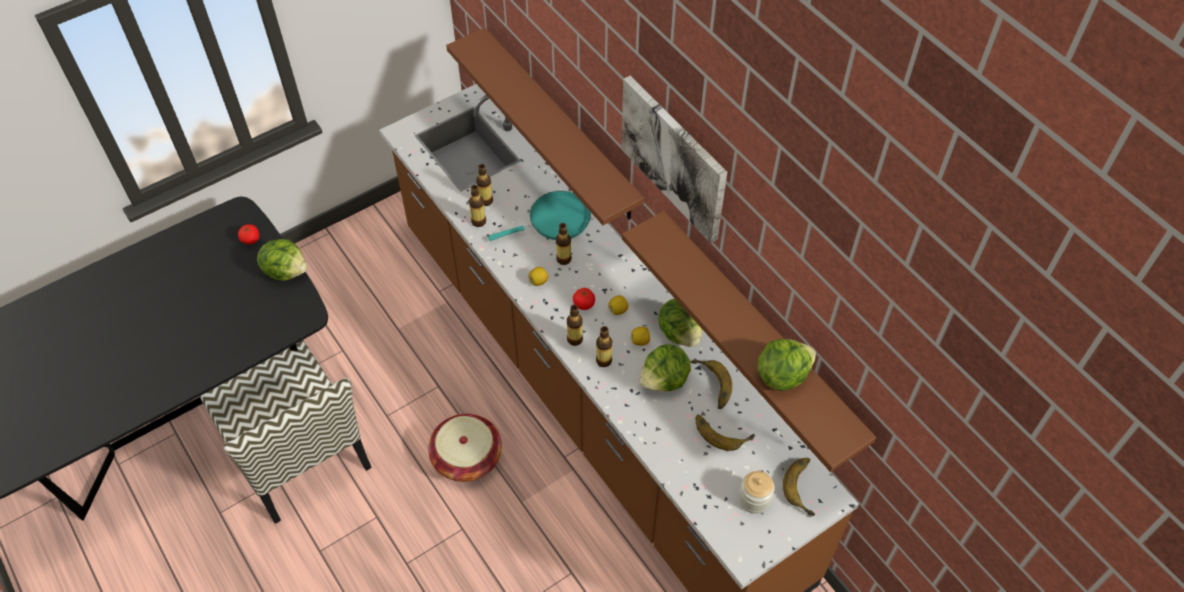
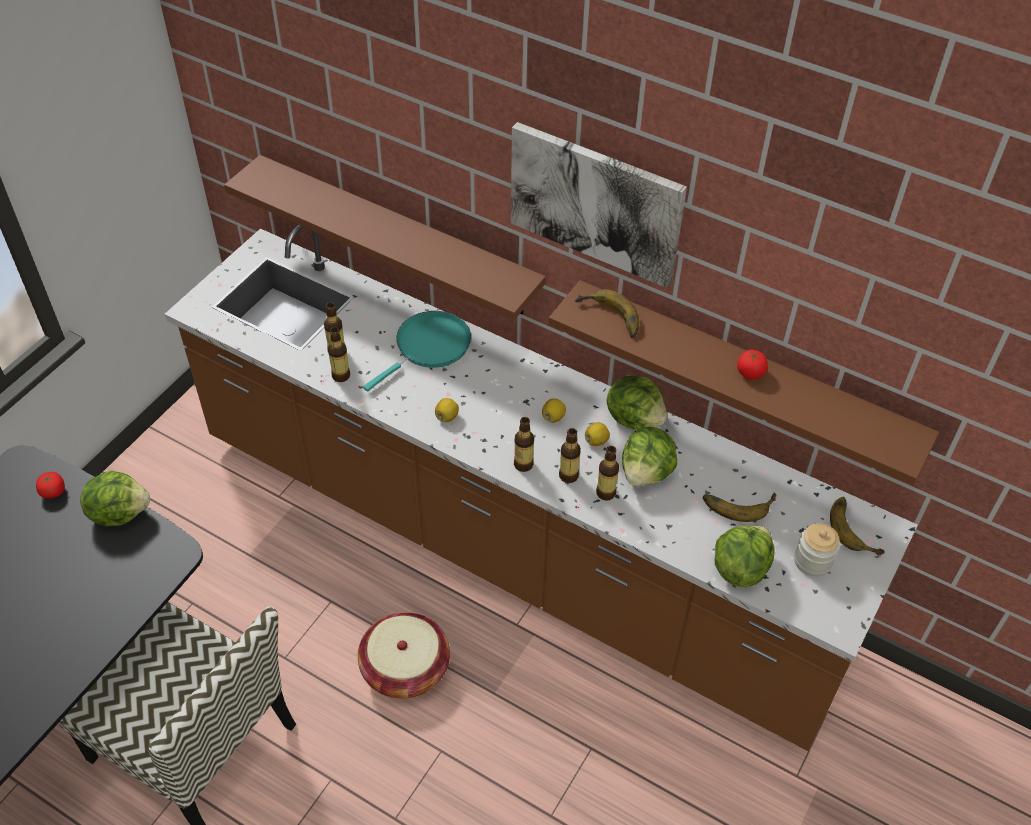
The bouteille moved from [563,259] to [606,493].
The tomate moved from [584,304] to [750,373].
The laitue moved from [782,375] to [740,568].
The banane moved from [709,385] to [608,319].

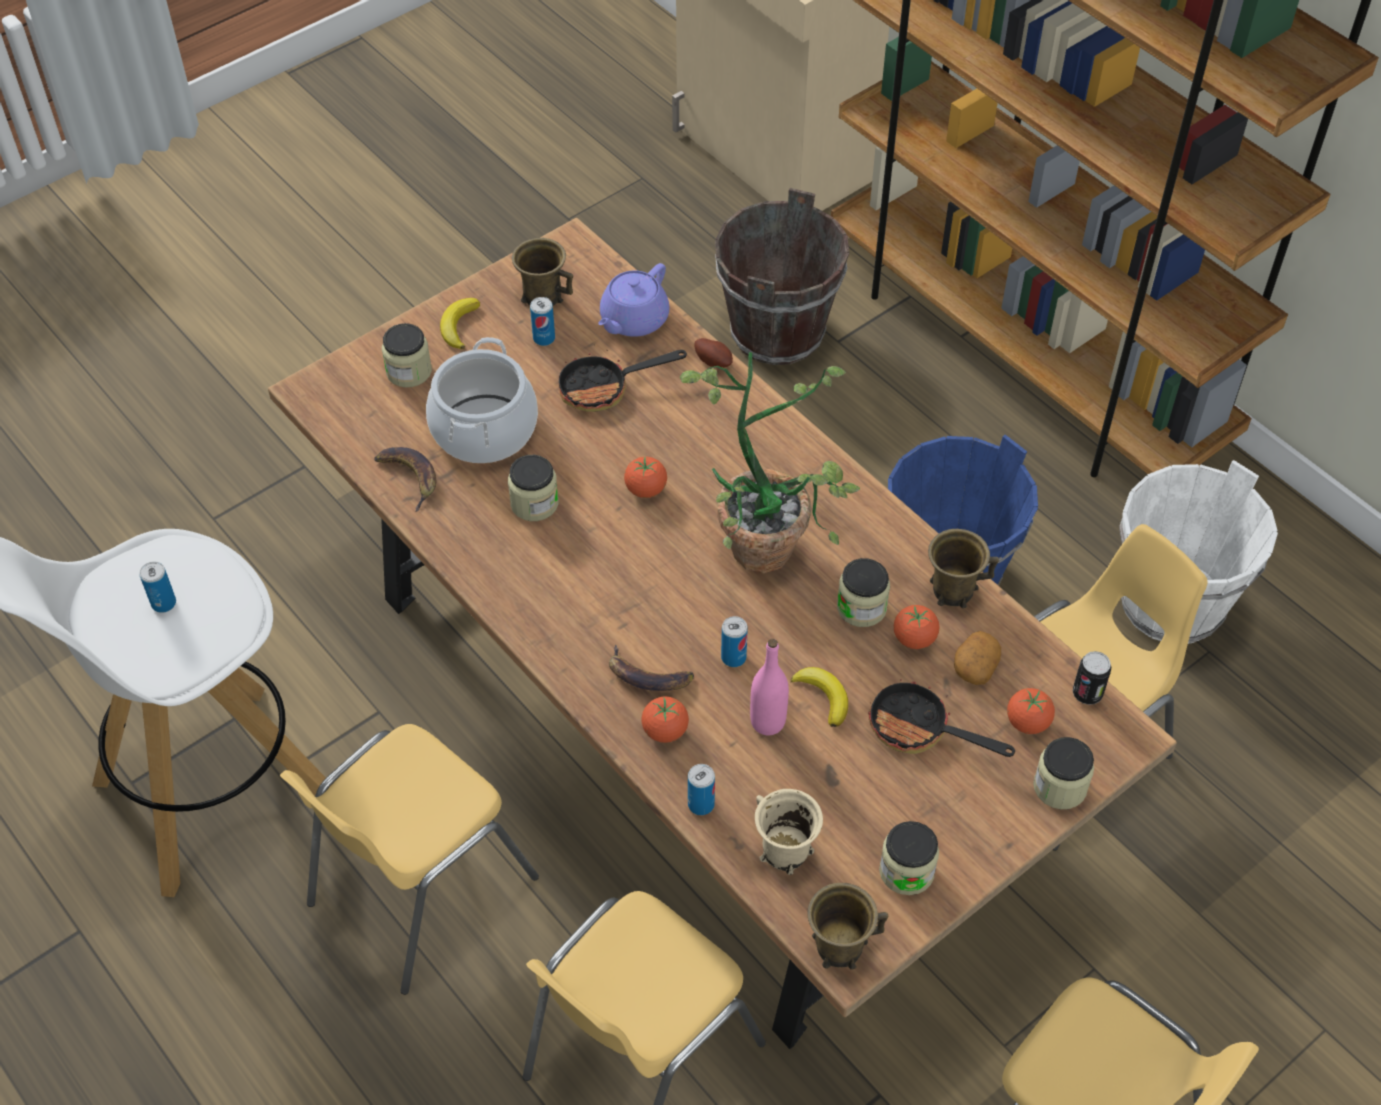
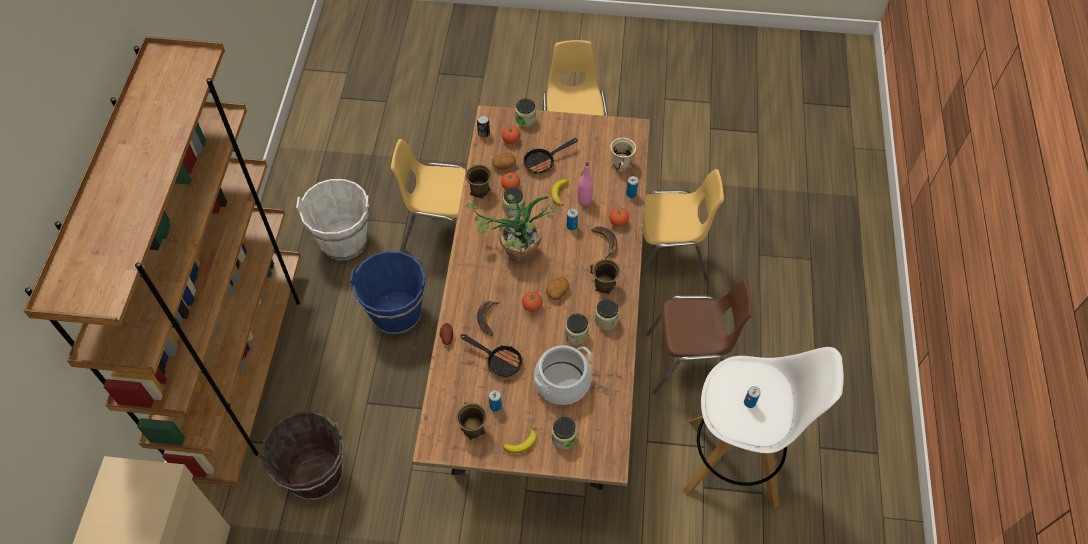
The théière/violet at [633,320] disappeared.
The banane moved from [410,477] to [488,318].
The poêle at [919,730] turned 75 degrees clockwise.
The chaise/jaune at [418,890] became the chaise/marron at [690,362].
The bocal moved from [906,871] to [606,320].
The mug/marron moved from [839,945] to [604,285].
The pomme de terre at [557,291] appeared.

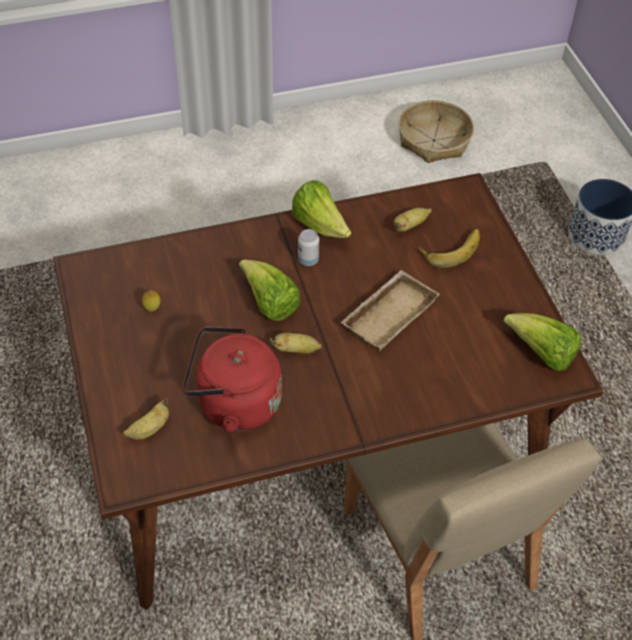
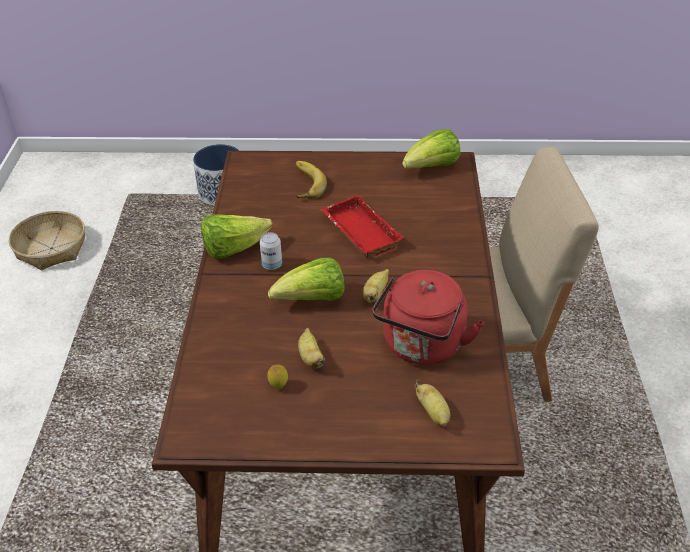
The banane moved from [410,226] to [311,358].
The plateau/beige at [388,314] became the plateau/rouge at [358,232].

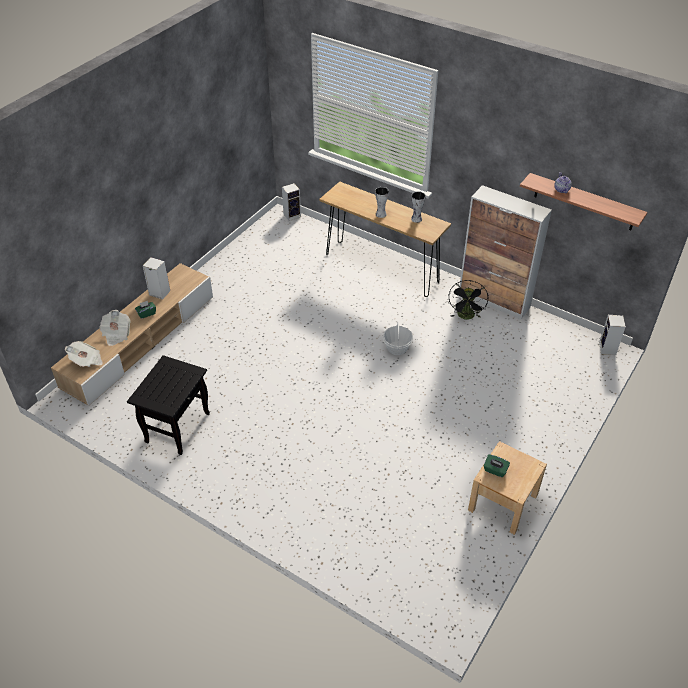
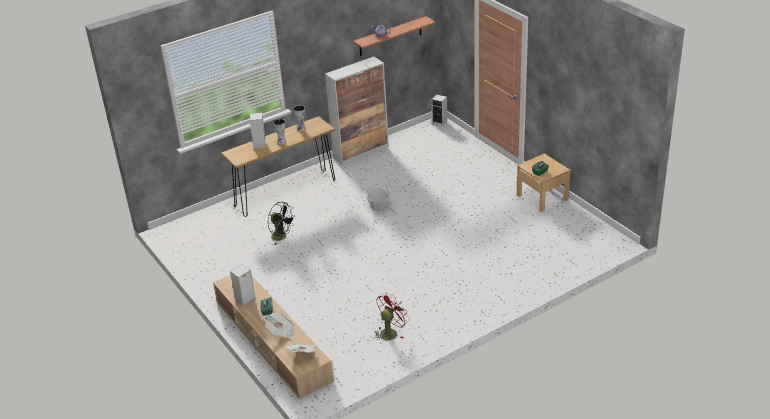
The enceinte moved from [292,215] to [259,144].
The ventilateur/noir moved from [466,317] to [282,237].
The table d'appoint/noir at [177,427] was replaced by the ventilateur/rouge at [390,332].

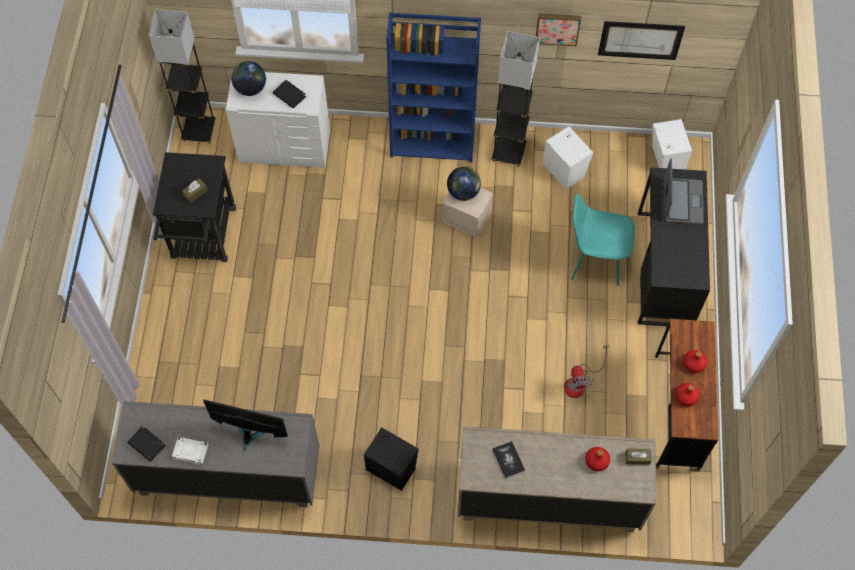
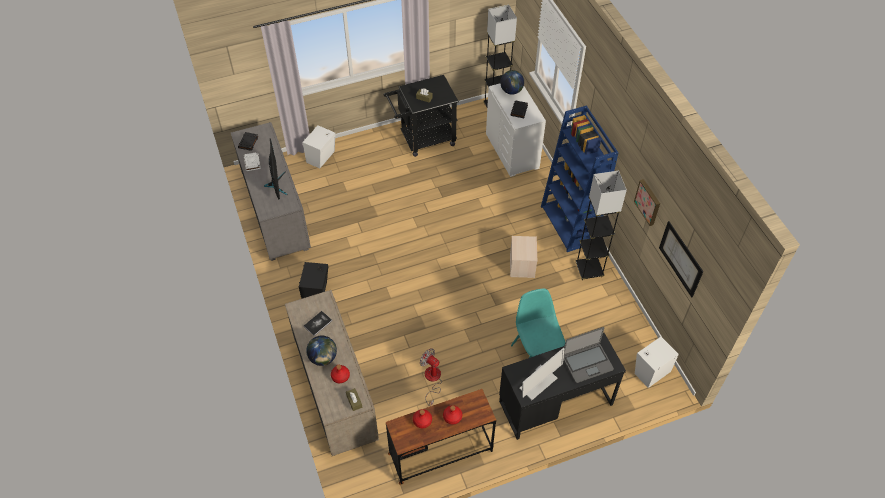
The enceinte/blanc moved from [564,168] to [322,157].
The globe moved from [463,192] to [323,358].
The ventilateur at [579,382] turned 75 degrees clockwise.
The écran d'ordinateur at [538,383] appeared.

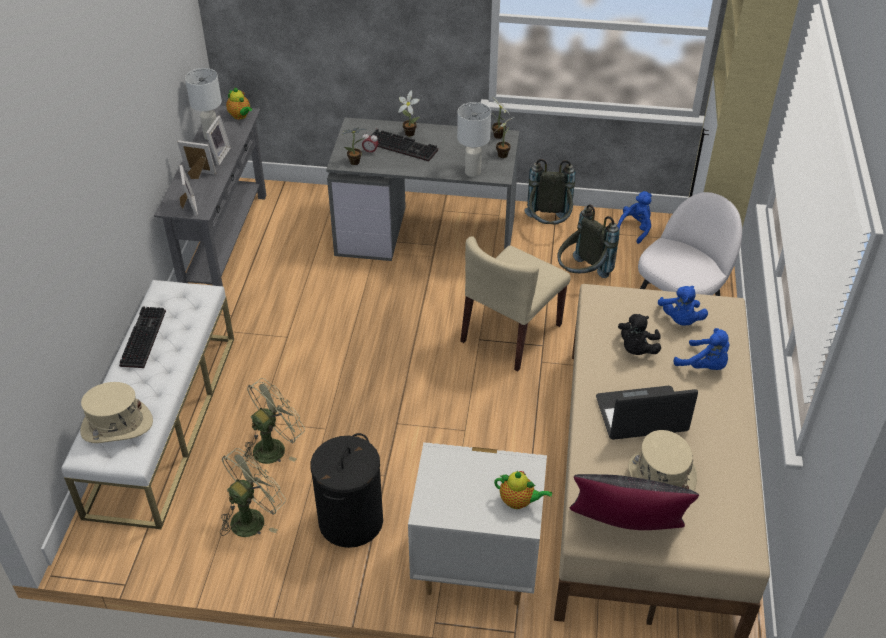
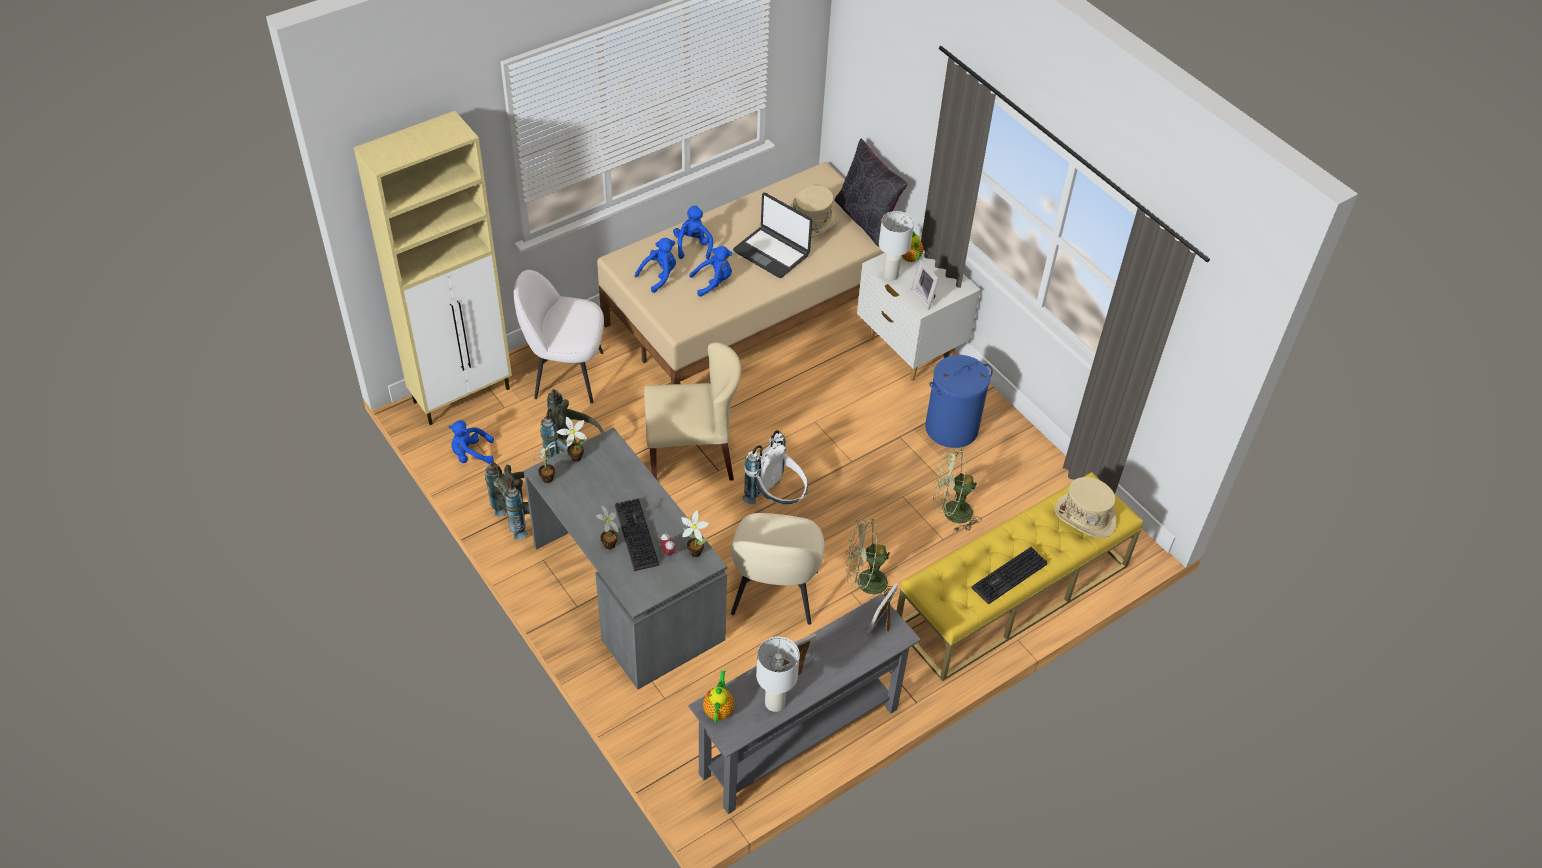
The lampe de table/blanc moved from [473,171] to [890,275].
The cadre photo moved from [199,175] to [925,297].
The banc/blanc at [163,422] became the banc/jaune at [1012,596].
The peluche/noir at [636,349] became the peluche/bleu at [713,282].
The panier à linge/noir at [351,521] became the panier à linge/bleu at [952,428].
The ventilateur/vert moved from [252,517] to [864,583].
The sac à dos/blanc at [777,499] appeared.
The chaise/beige at [774,595] appeared.

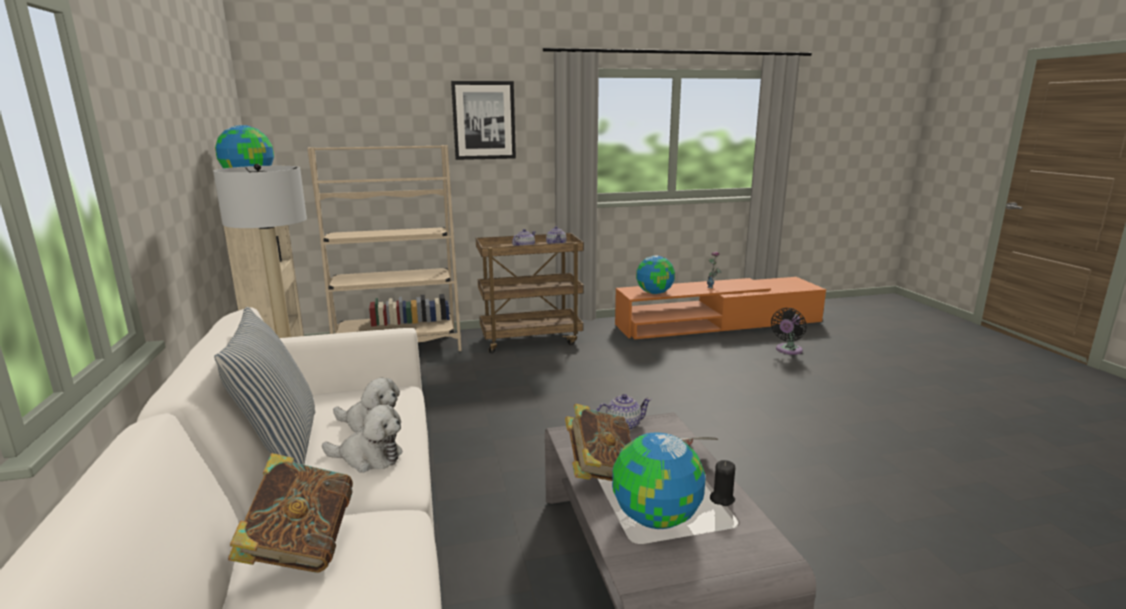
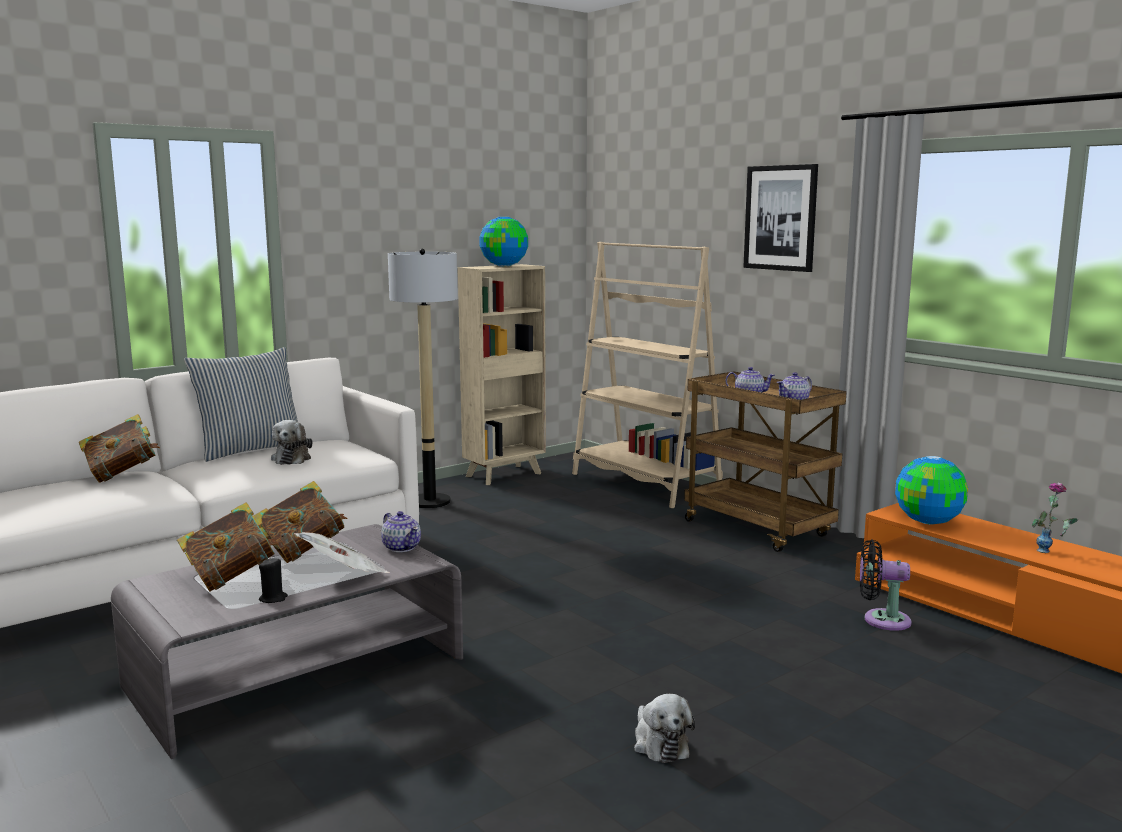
The ventilateur/noir moved from [787,350] to [881,620].
The peluche moved from [368,457] to [659,743].
The globe at [655,518] was replaced by the livre at [231,578].

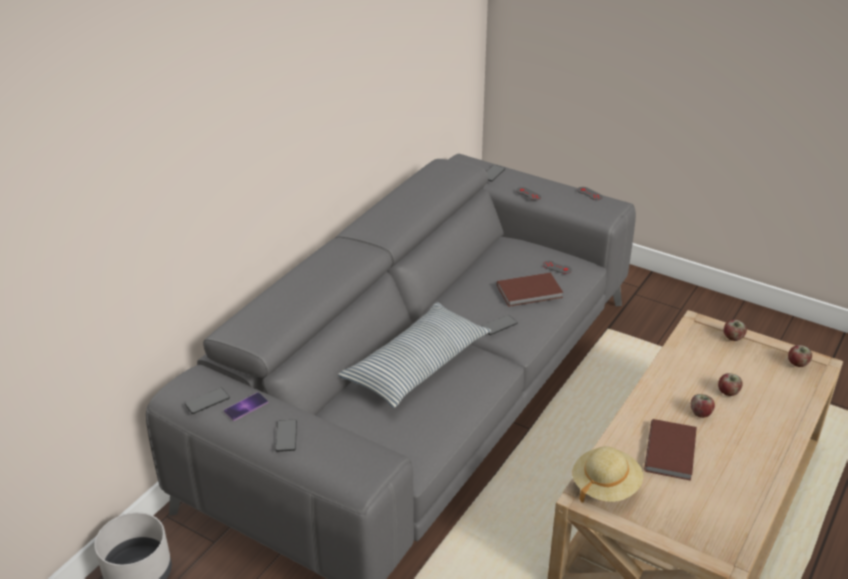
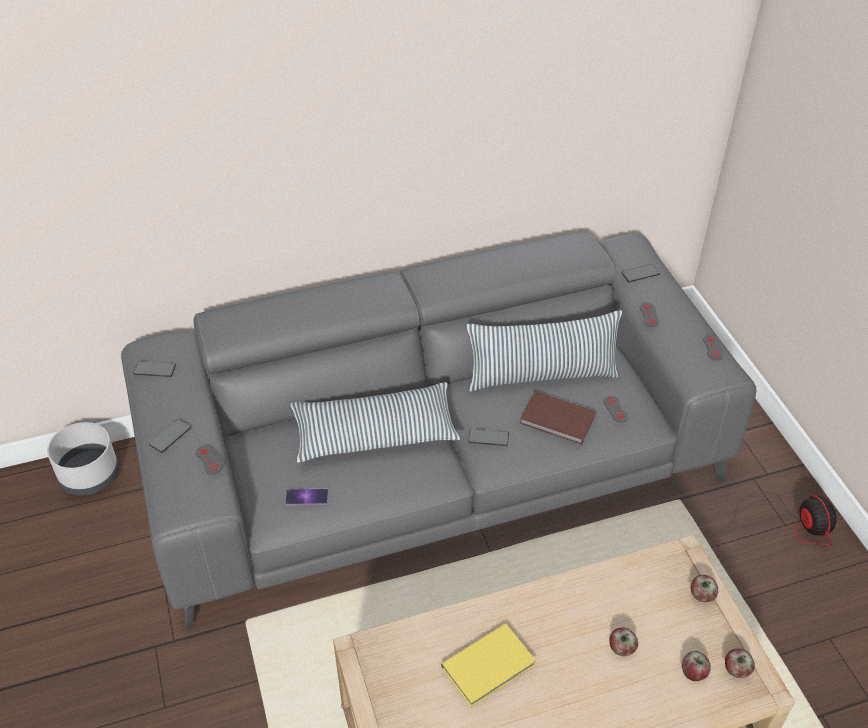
The téléphone moved from [246,406] to [306,497].
The pomme moved from [700,413] to [693,672].
The livre/marron at [672,451] became the livre/jaune at [490,667].
The chapeau/beige at [605,486] disappeared.
The coussin at [541,376] appeared.
The manette/gris at [209,460] appeared.
The ventilateur at [788,524] appeared.

